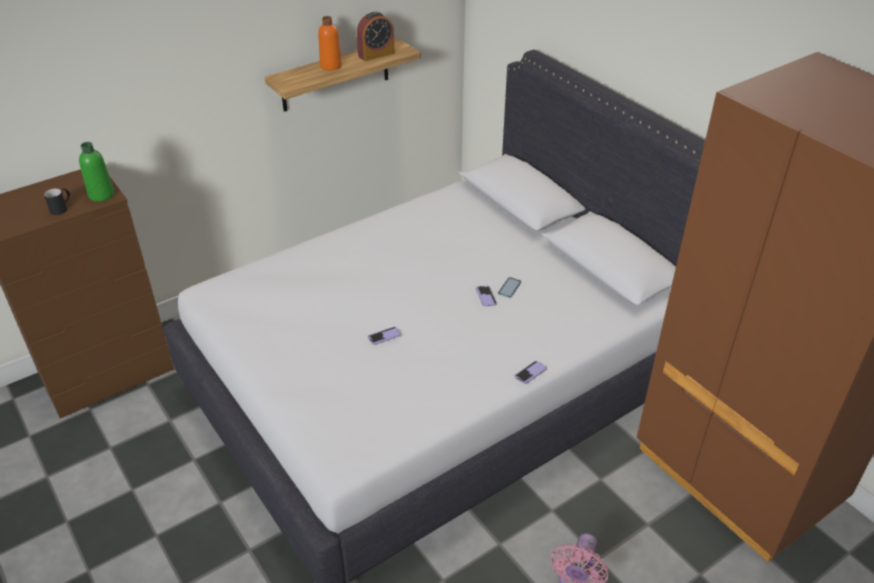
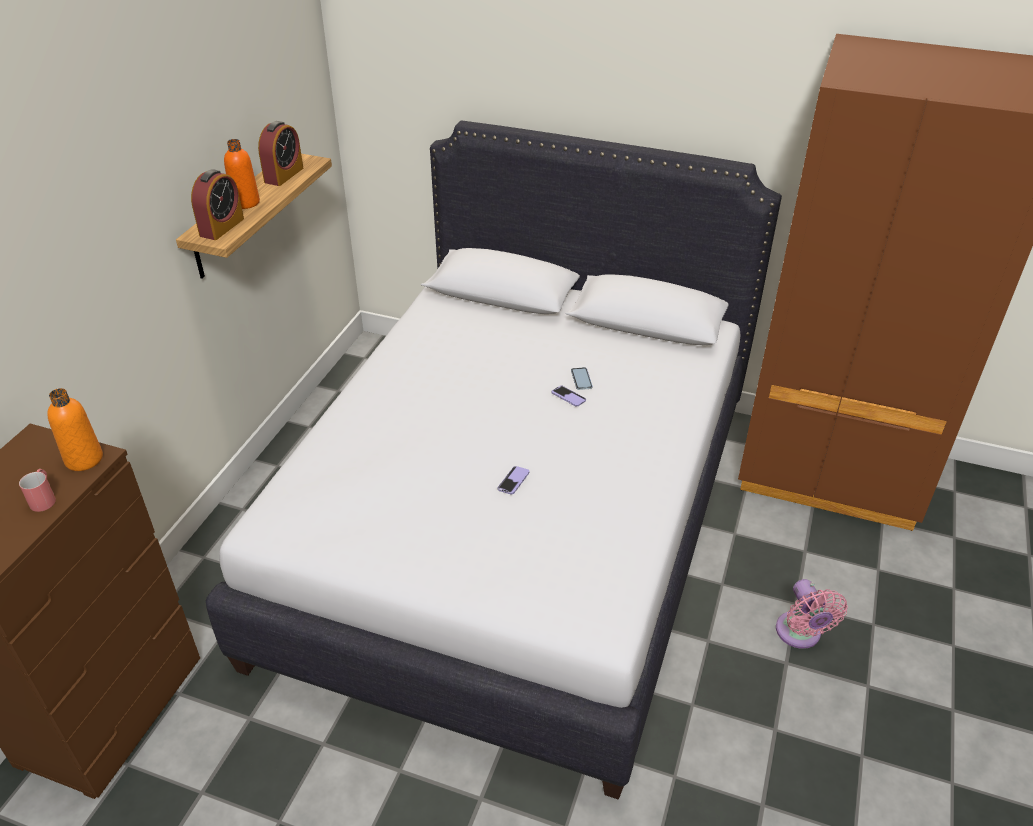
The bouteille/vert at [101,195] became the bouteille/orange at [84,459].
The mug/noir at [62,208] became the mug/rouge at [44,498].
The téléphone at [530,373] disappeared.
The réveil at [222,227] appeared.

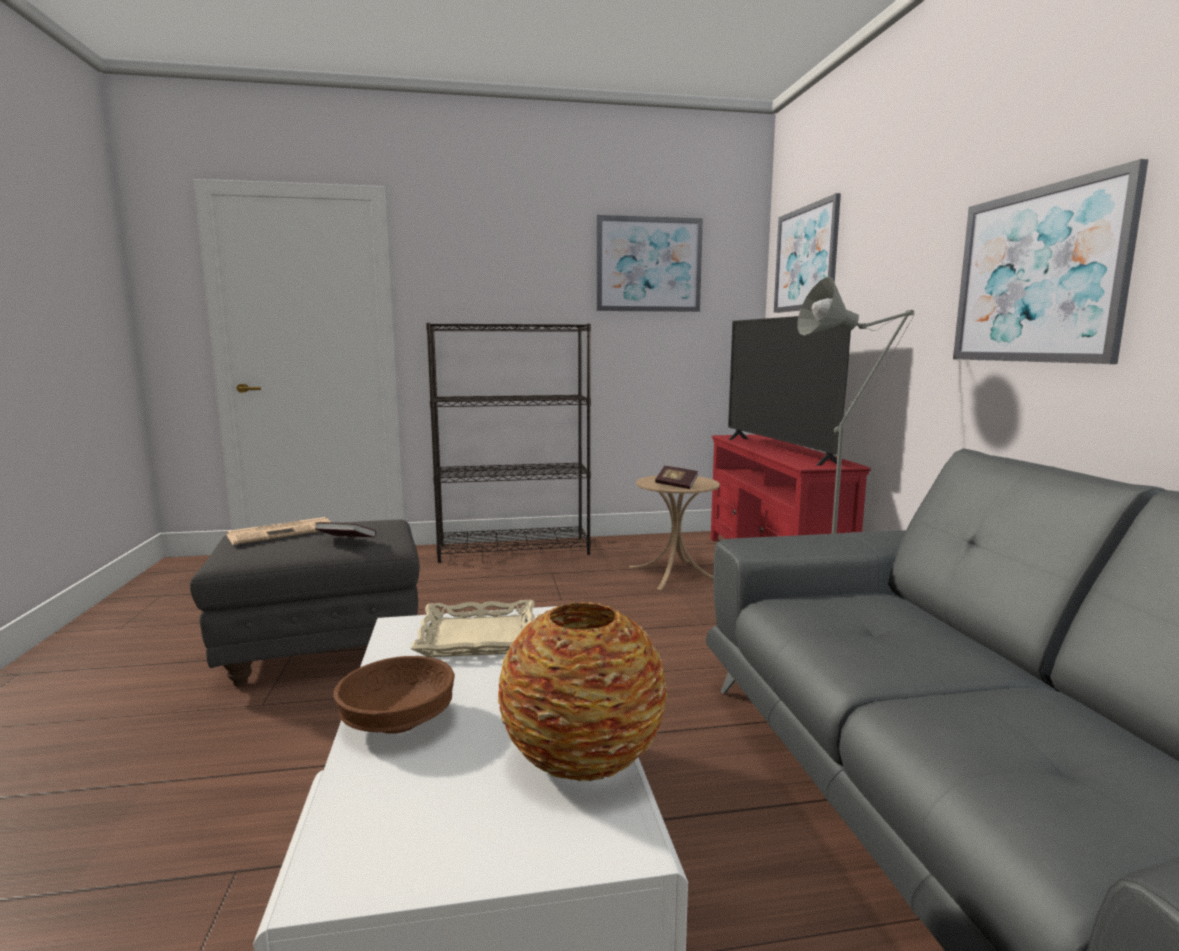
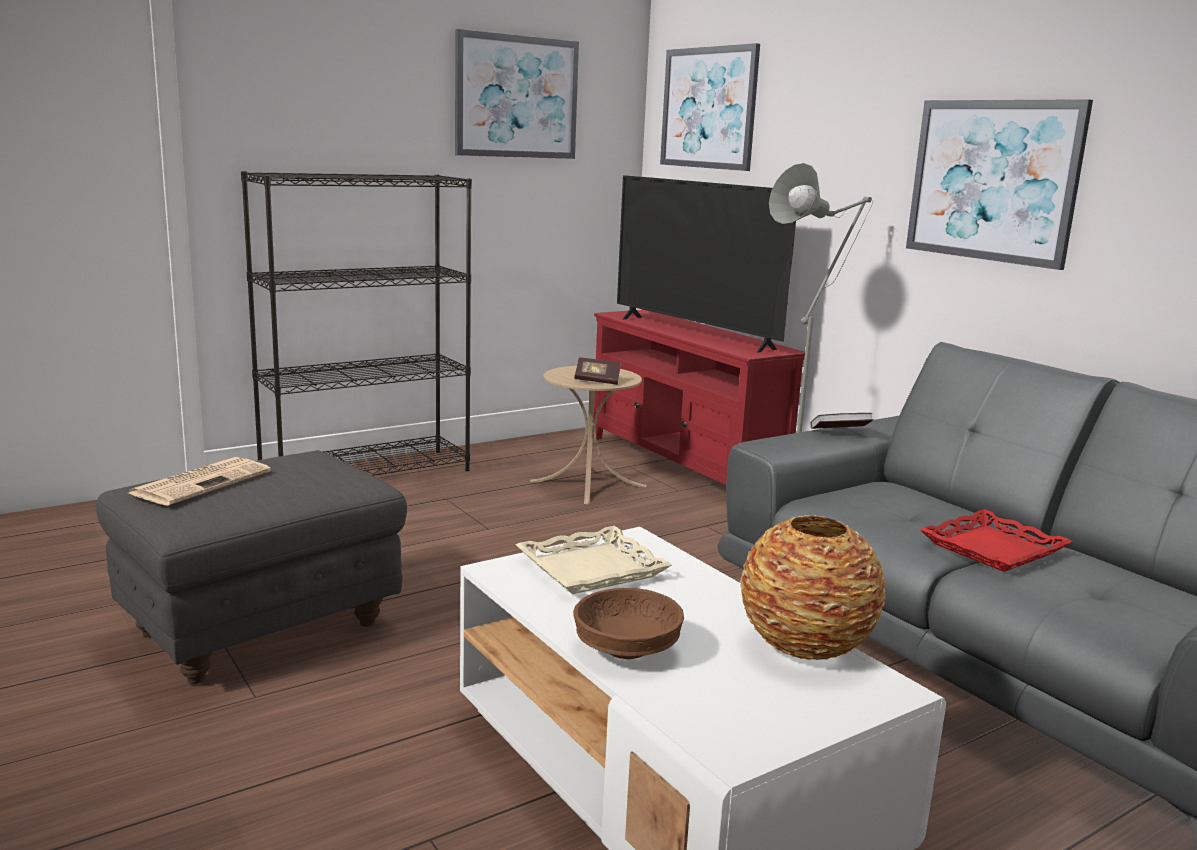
The livre moved from [346,541] to [840,433].
The plateau/rouge at [992,548] appeared.

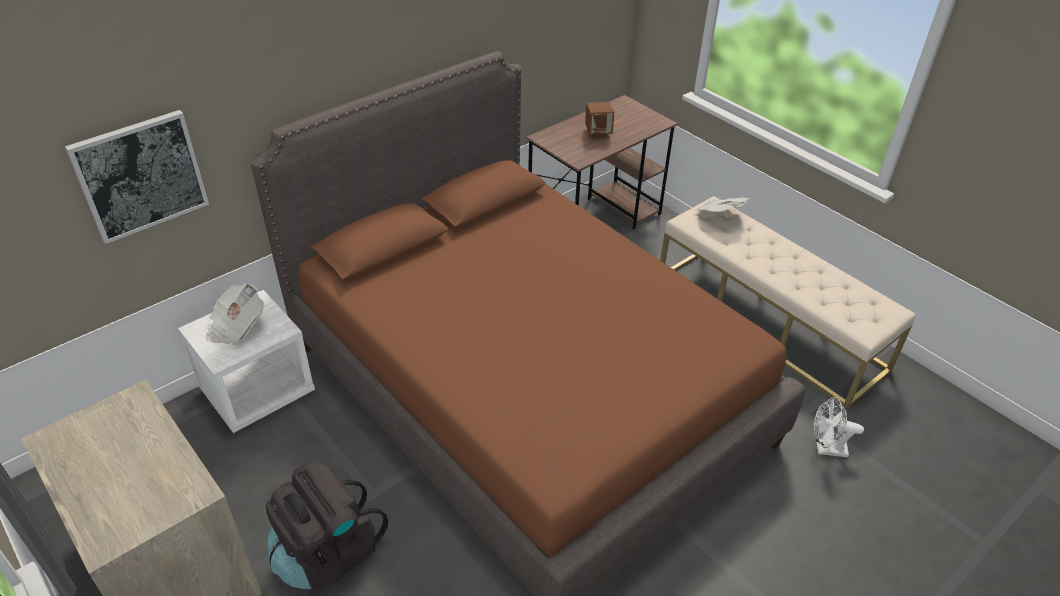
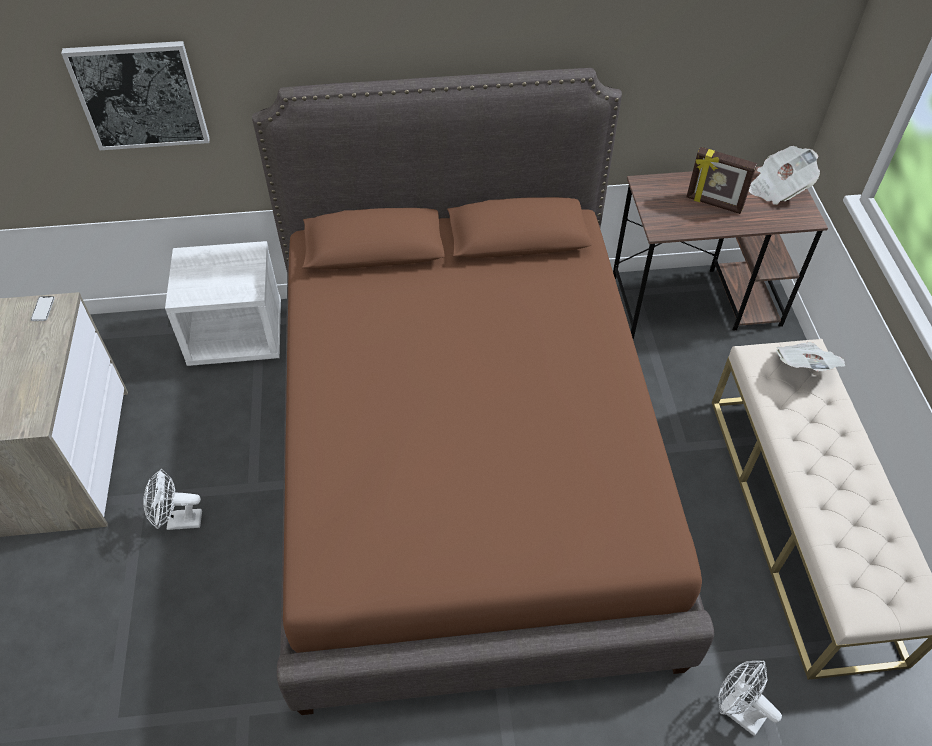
The enceinte/marron at [598,133] was replaced by the cadre photo at [714,204].
The journal moved from [236,327] to [778,188].
The sac à dos/noir at [327,554] was replaced by the ventilateur/blanc at [178,521].
The téléphone at [43,309] appeared.

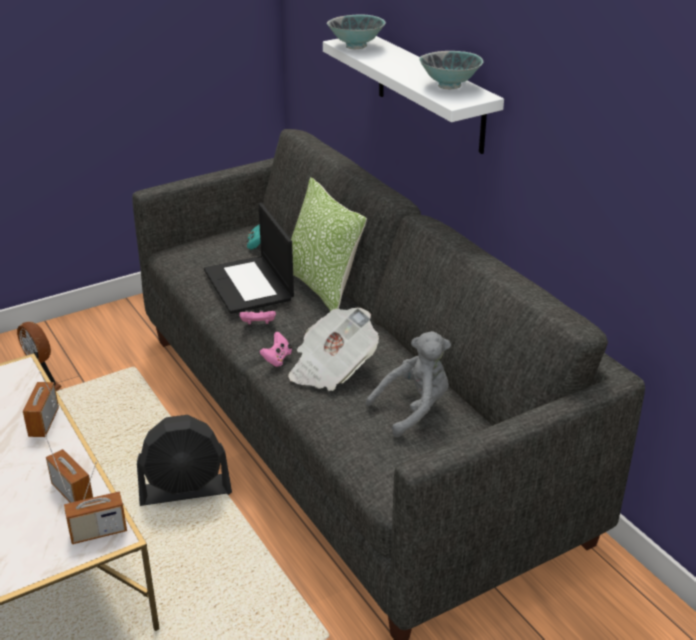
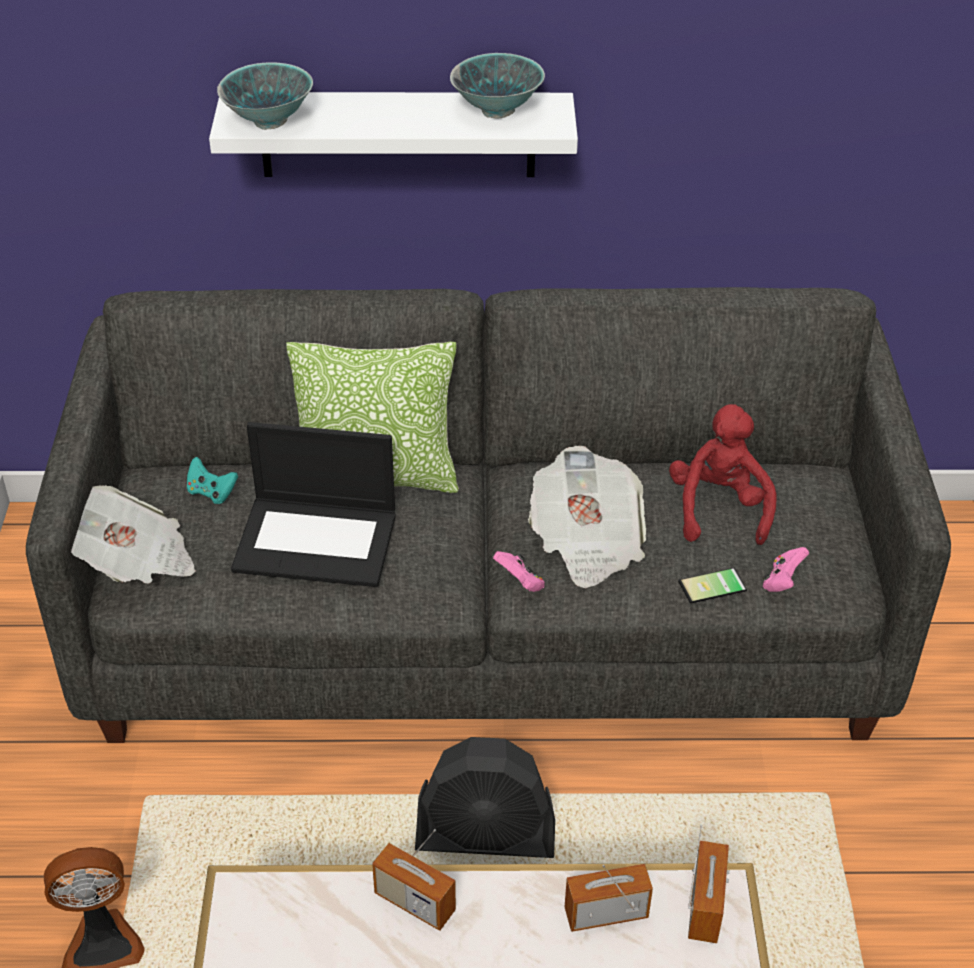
The manette/rose moved from [258,324] to [782,581].
The peluche/gris at [414,409] became the peluche/rouge at [718,508].
The ventilateur/noir at [185,491] turned 75 degrees clockwise.
The journal at [133,561] appeared.
The téléphone at [713,588] appeared.

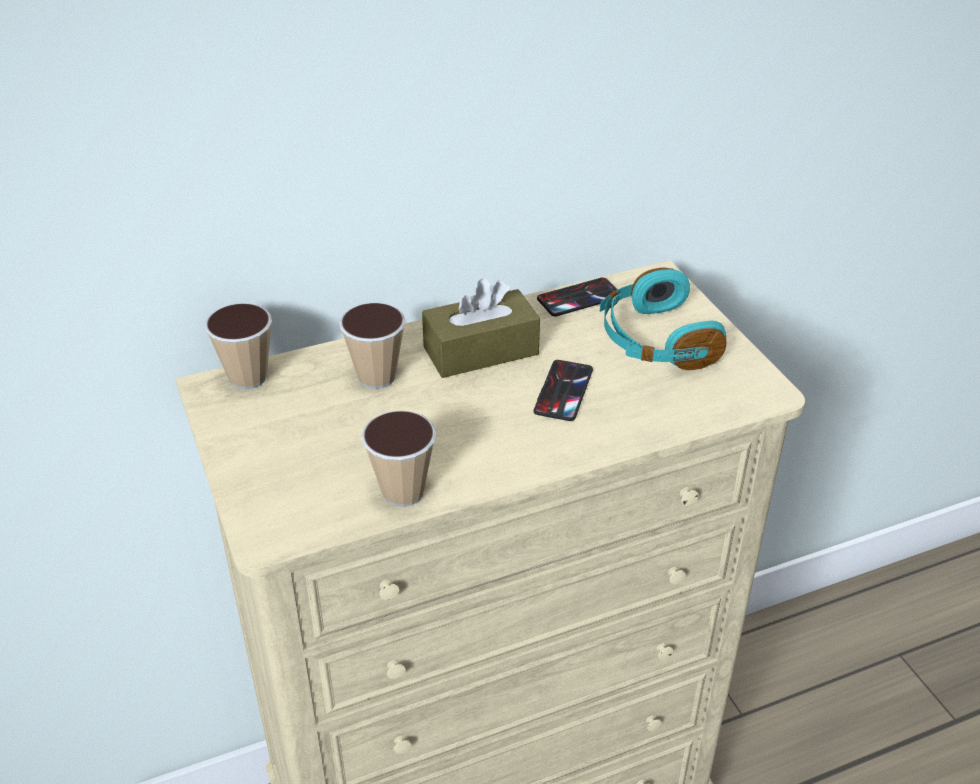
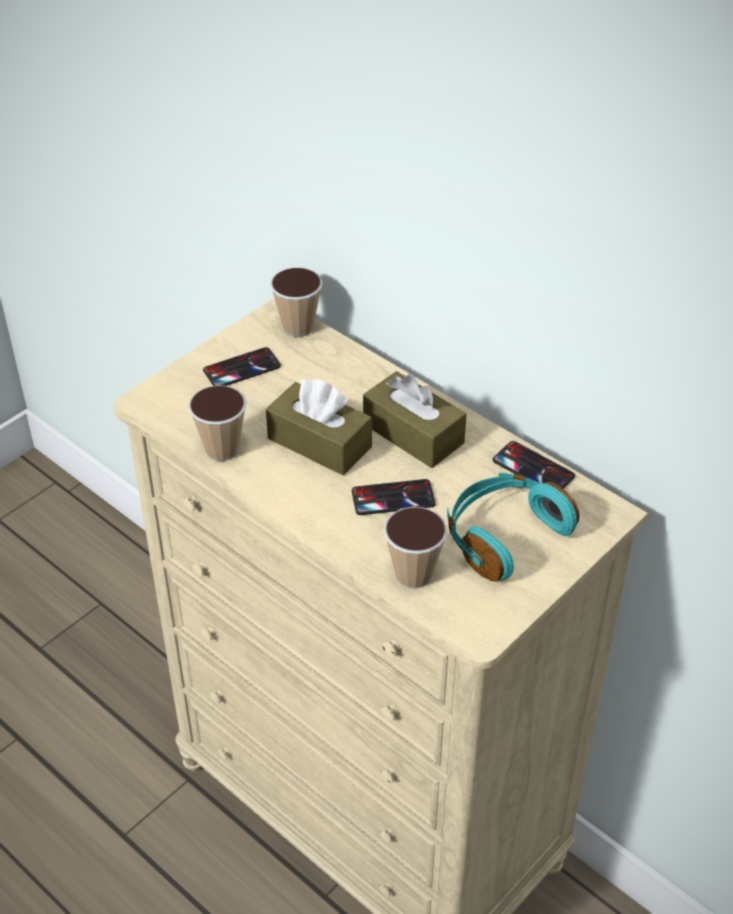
The tasse moved from [376,377] to [413,574].
The téléphone at [242,368] appeared.
The boîte à mouchoirs/marron at [319,443] appeared.

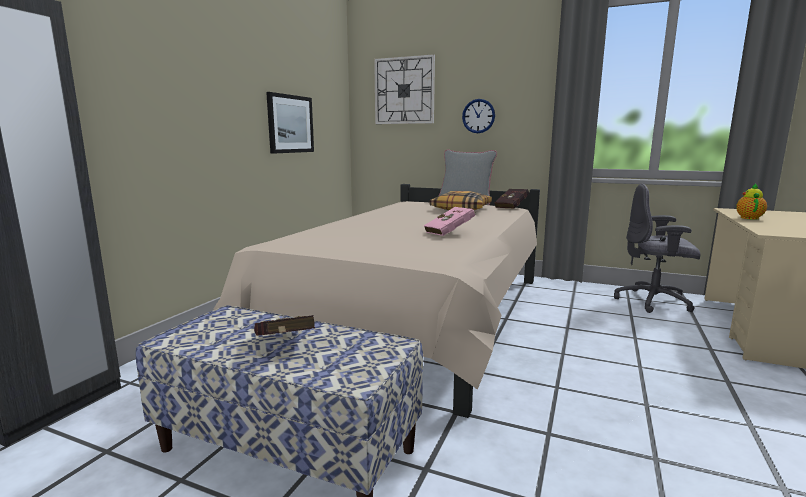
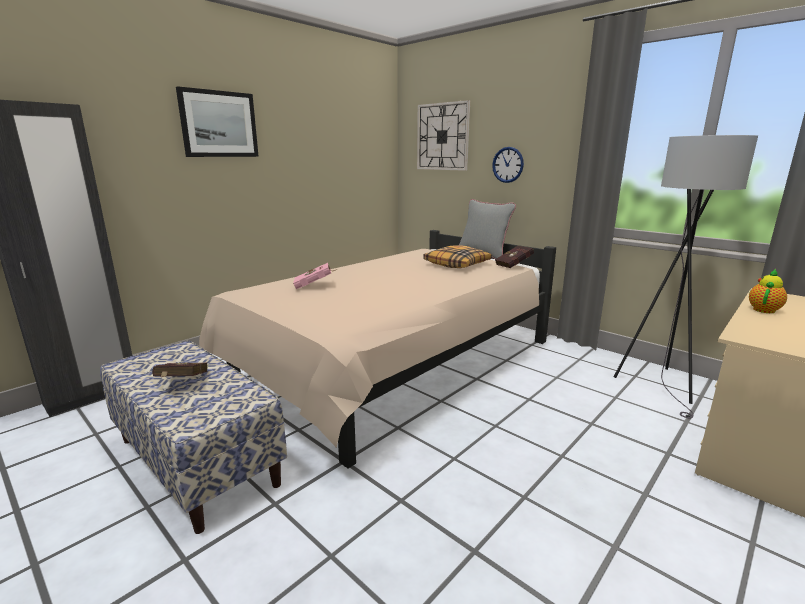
The tableau moved from [290,124] to [219,124].
The chaise de bureau/gris at [654,302] was replaced by the lampadaire/gris at [661,385].
The livre/rose moved from [451,233] to [315,286].

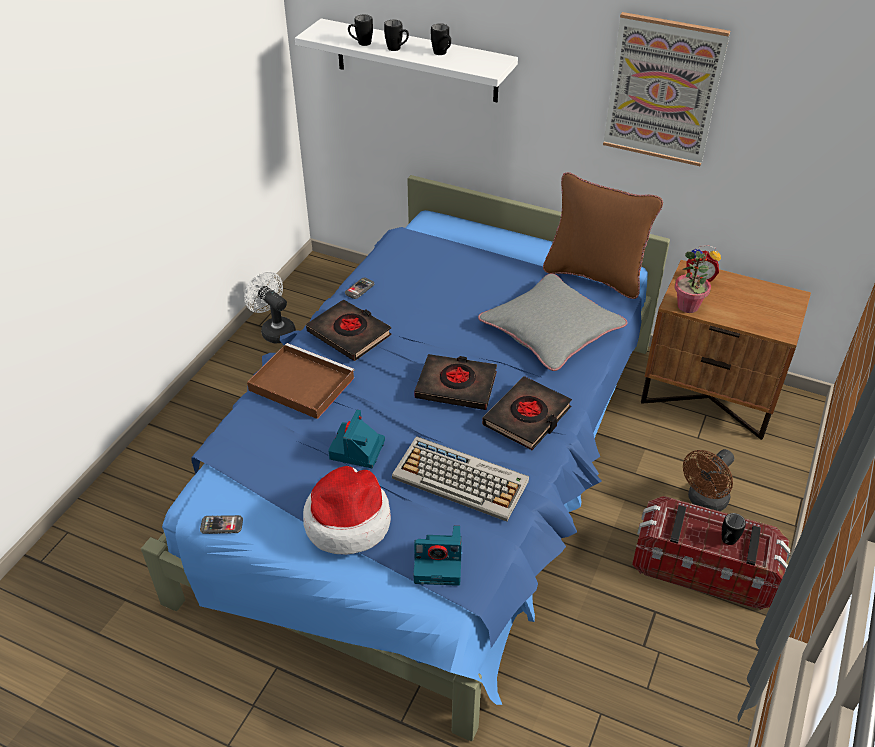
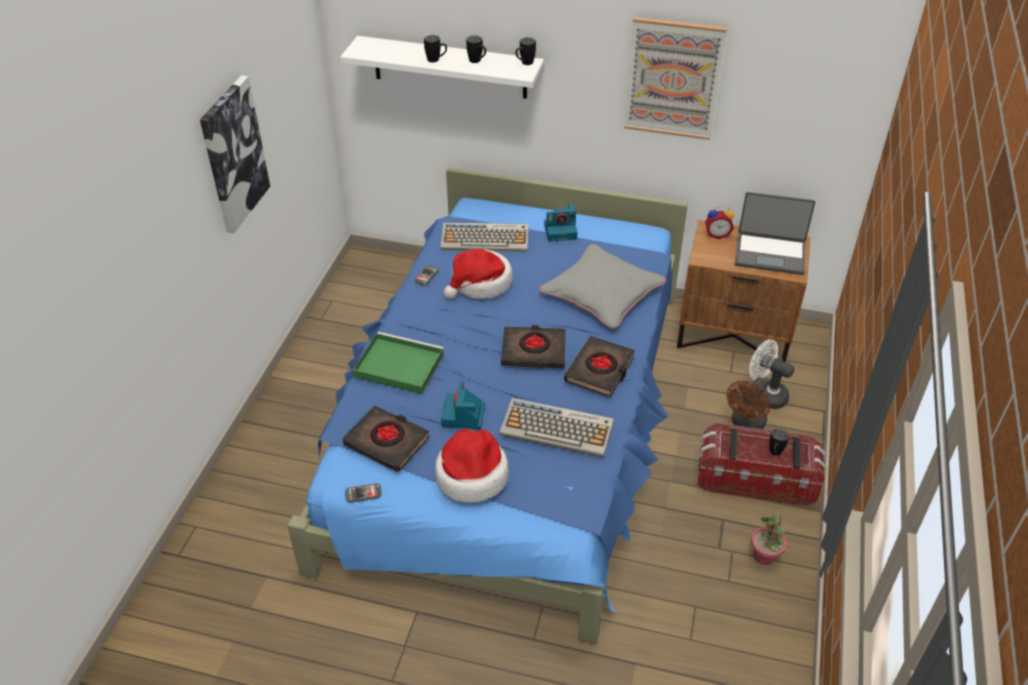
The mug/noir moved from [360,44] to [524,63].
The coussin/marron at [594,276] disappeared.
The plante en pot moved from [688,306] to [764,557].
The ventilateur/blanc moved from [274,330] to [765,395].
The livre/noir moved from [349,334] to [387,442].
The plateau/marron at [299,383] became the plateau/vert at [397,365].
The appareil photo moved from [439,563] to [561,230].
The tableau at [233,154] appeared.
The ordinateur portable at [770,254] appeared.
The clavier at [486,238] appeared.
The chapeau at [480,284] appeared.

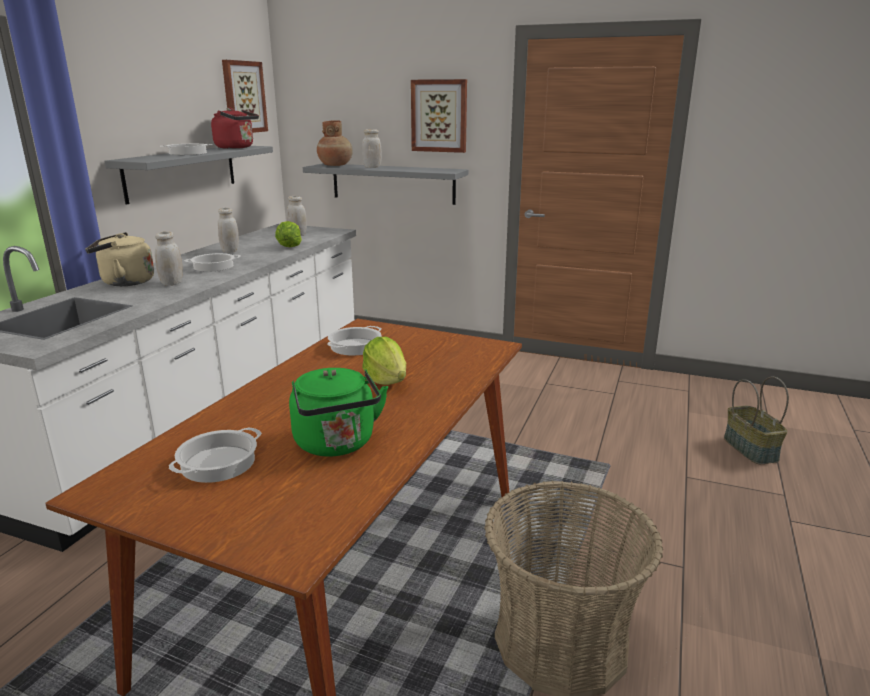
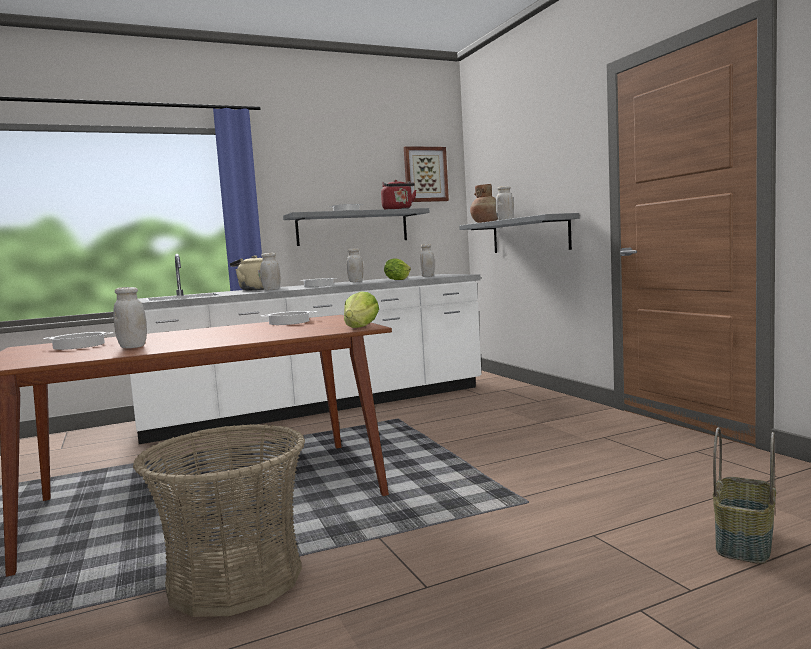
The tableau at [439,116] disappeared.
The laitue moved from [386,380] to [361,327].
The bouilloire/vert at [337,444] was replaced by the bocal/blanc at [133,347].

